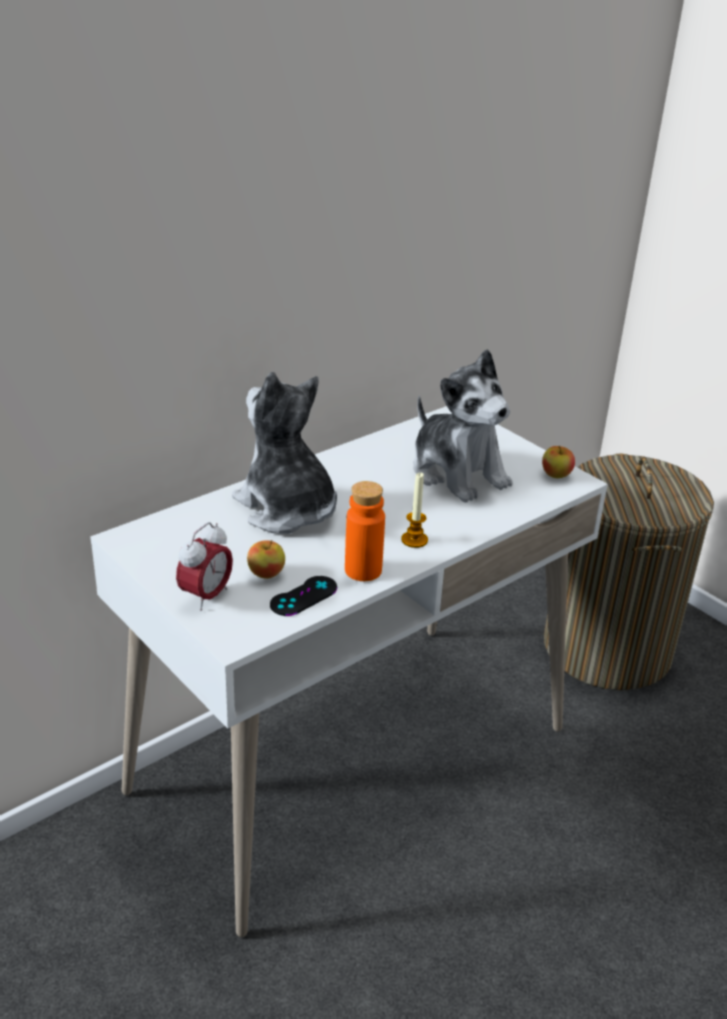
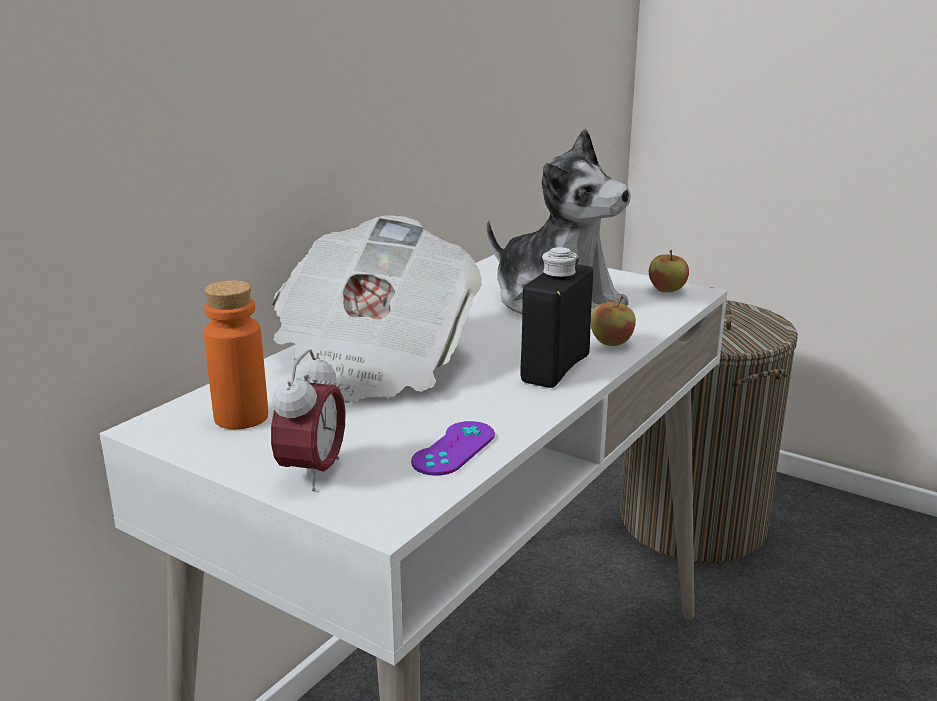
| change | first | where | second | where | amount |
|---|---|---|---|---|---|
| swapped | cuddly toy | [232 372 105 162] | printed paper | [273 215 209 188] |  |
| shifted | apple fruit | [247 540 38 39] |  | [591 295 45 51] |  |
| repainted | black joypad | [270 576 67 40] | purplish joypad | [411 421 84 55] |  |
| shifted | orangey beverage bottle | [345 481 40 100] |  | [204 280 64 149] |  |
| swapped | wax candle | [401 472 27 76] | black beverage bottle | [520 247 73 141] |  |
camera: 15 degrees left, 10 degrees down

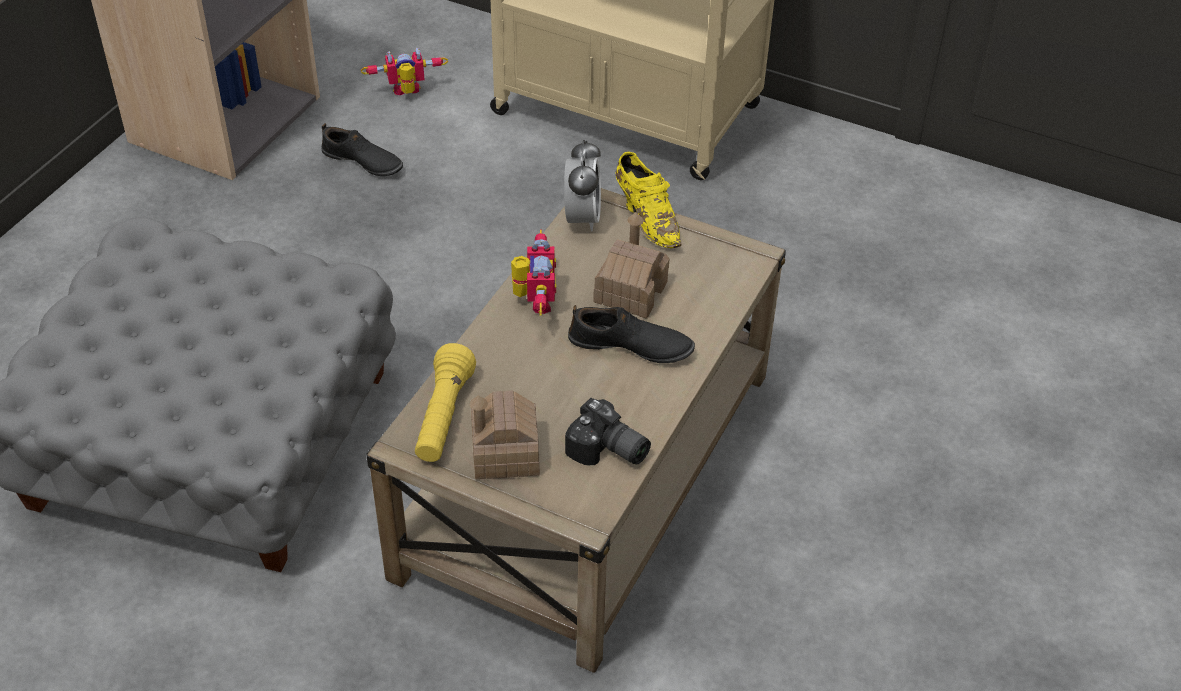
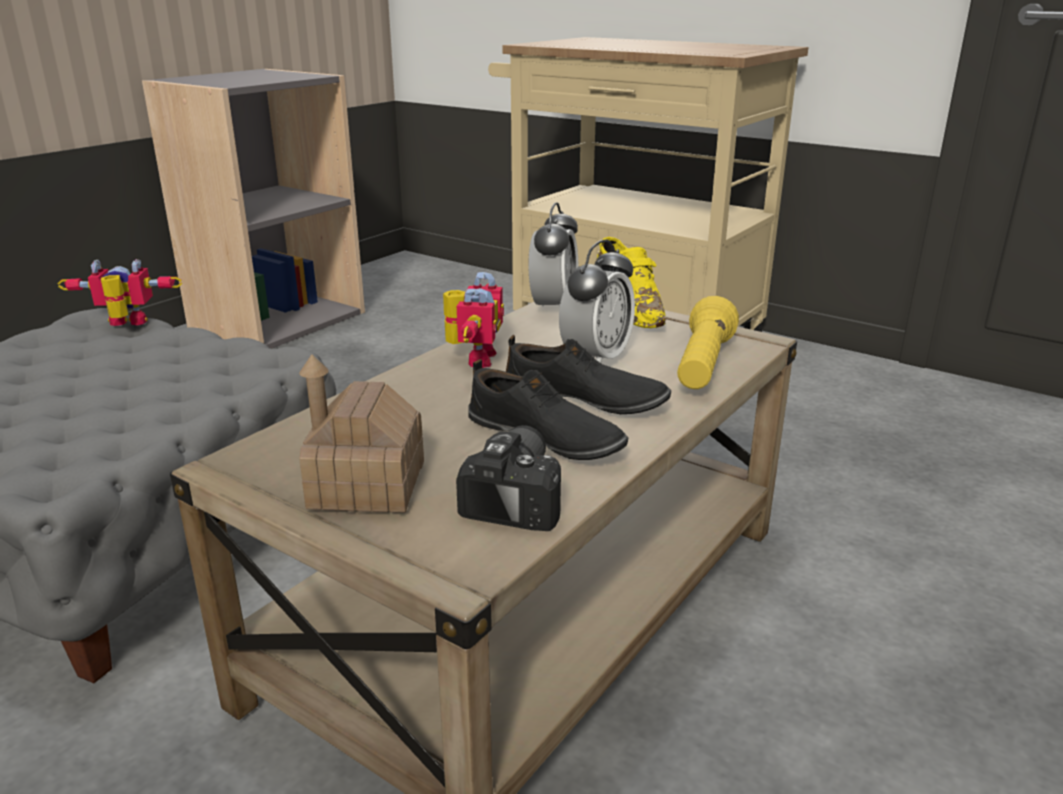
| change | first | where | second | where | amount |
|---|---|---|---|---|---|
| shifted | black item of footwear | [321 123 82 53] |  | [468 359 160 101] |  |
| shifted | robot figure | [361 48 87 48] |  | [57 259 126 67] |  |
| shifted | yellow flashlight | [415 343 61 119] |  | [677 296 62 93] |  |
| rotated | still camera | [565 398 86 67] |  | [456 425 105 106] | 120 degrees counterclockwise |
| swapped | miniature house | [593 212 77 107] | table clock | [559 239 76 124] |  |
camera: 10 degrees right, 20 degrees down

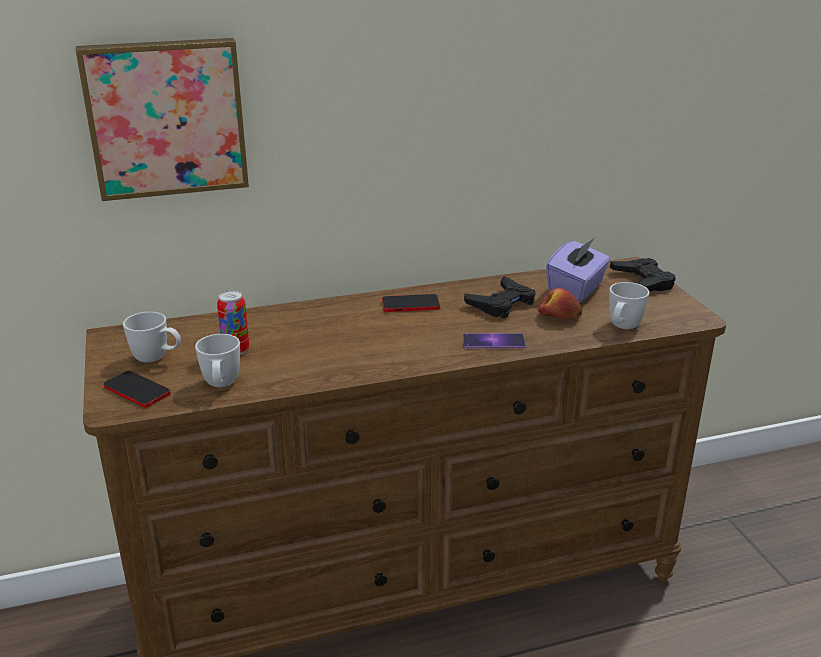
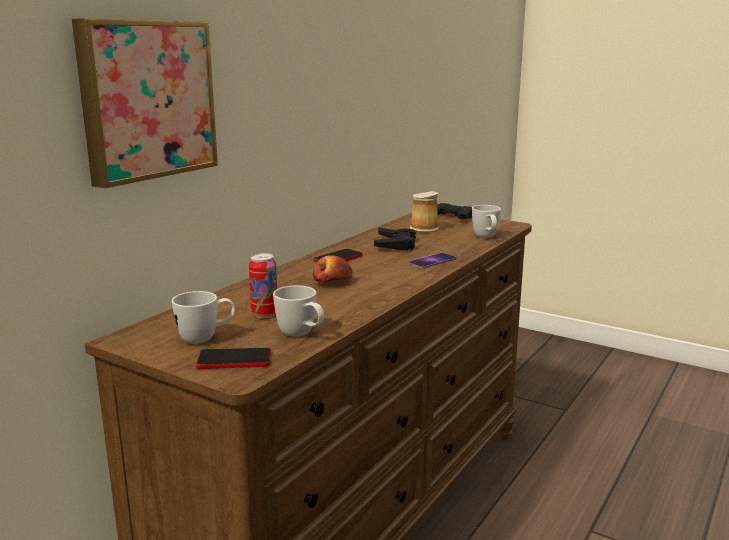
| change | first | where | second | where | amount |
|---|---|---|---|---|---|
| shifted | apple fruit | [538 288 44 32] |  | [313 255 39 28] |  |
| swapped | purplish tissue box | [546 237 64 65] | tea mug | [410 191 29 42] |  |
camera: 40 degrees left, 10 degrees down

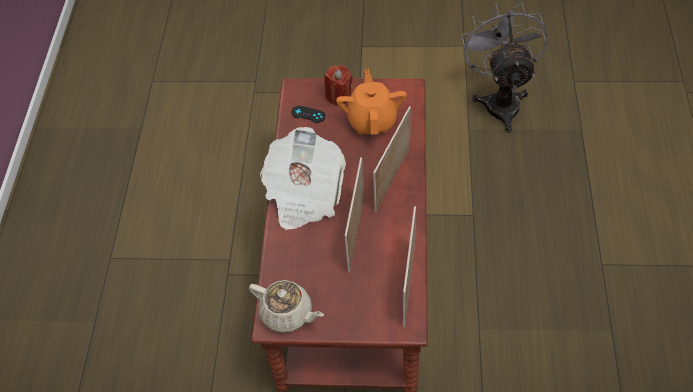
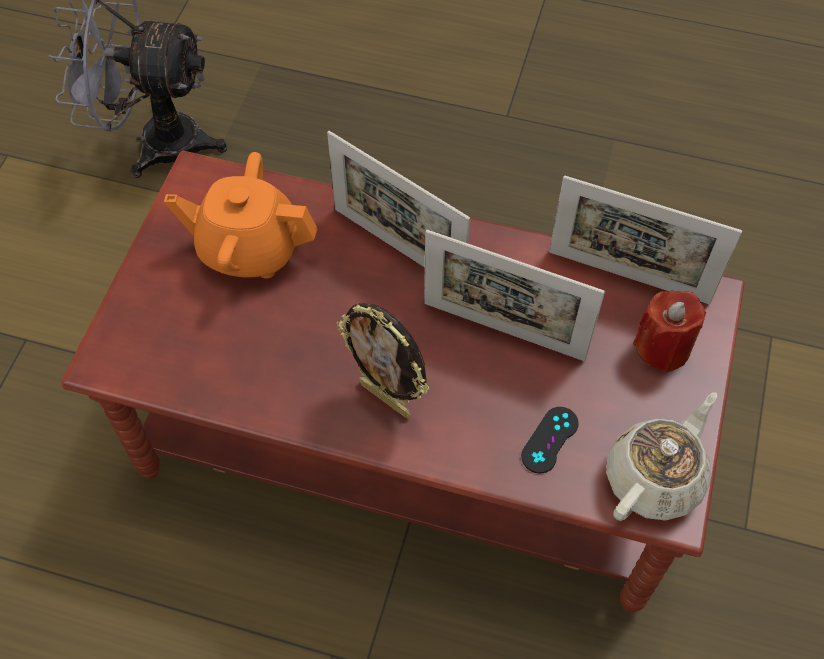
| change | first | where | second | where | amount |
|---|---|---|---|---|---|
| swapped | printed paper | [260 127 86 103] | photo frame | [336 303 93 115] |  |
| shifted | black joypad | [291 106 35 17] |  | [521 407 58 66] |  |
| shifted | red-coloured wax candle | [324 65 29 40] |  | [633 291 73 82] |  |
camera: 80 degrees left, 5 degrees up

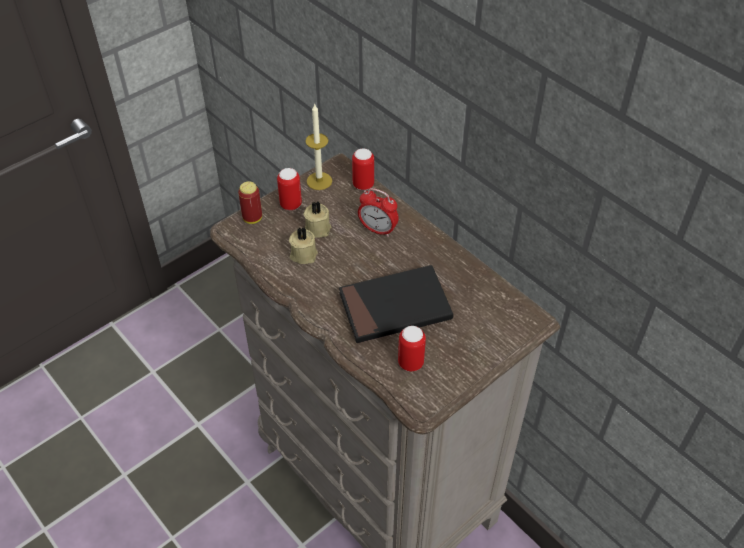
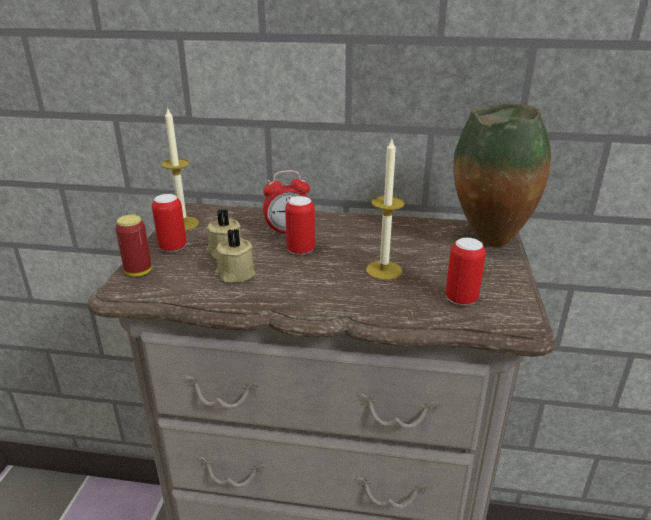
| change | first | where | second | where | amount |
|---|---|---|---|---|---|
| swapped | black volume | [339 265 114 78] | wax candle | [366 139 39 141] |  |
| shifted | sealed can | [352 148 22 42] |  | [285 196 30 59] |  |
| new |  |  | vase | [453 104 98 143] |  |
camera: 40 degrees left, 20 degrees down

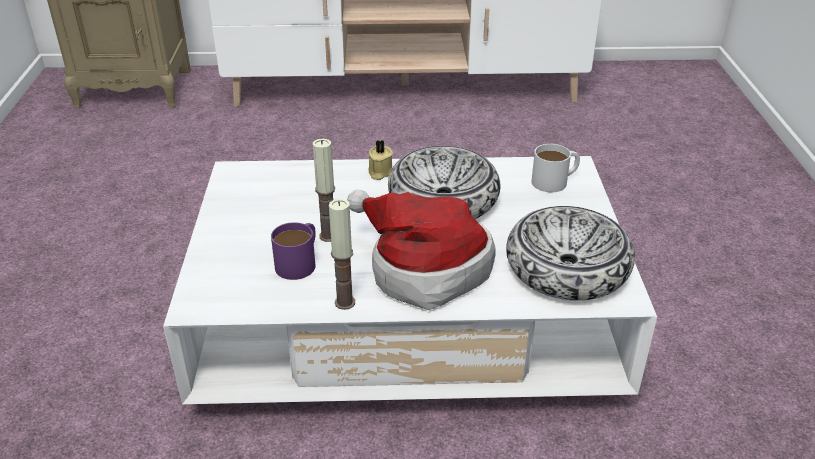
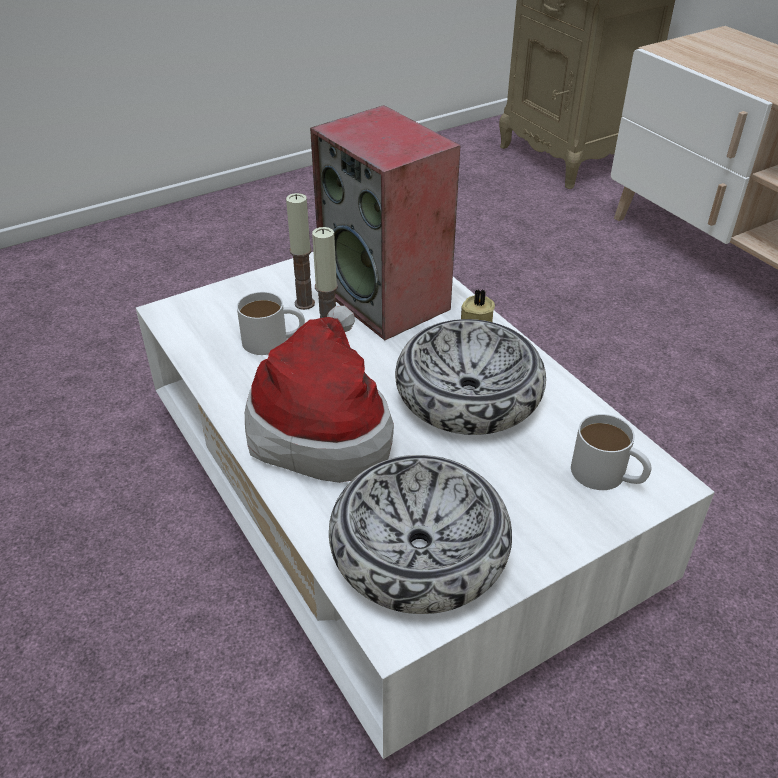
| change | first | where | second | where | amount |
|---|---|---|---|---|---|
| repainted | purplish tea mug | [271 222 45 58] | white-coloured tea mug | [237 292 68 63] |  |
| shifted | wax candle | [329 199 26 111] |  | [286 193 29 117] |  |
| new |  |  | speaker | [310 105 150 235] |  |
camera: 60 degrees right, 5 degrees up

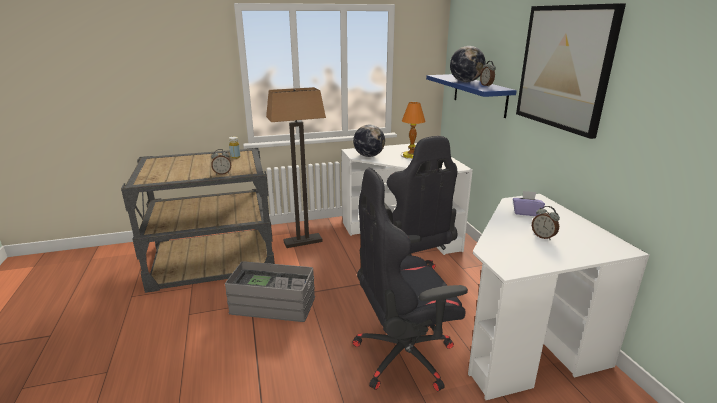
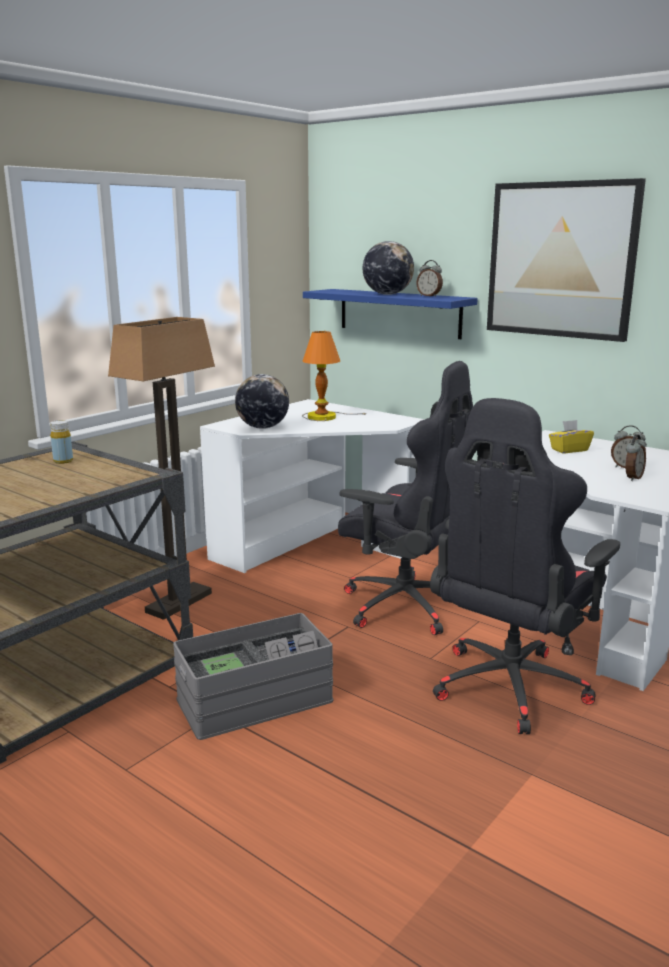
| change | first | where | second | where | amount |
|---|---|---|---|---|---|
| shifted | table clock | [211 149 20 26] |  | [625 434 22 47] |  |
| repainted | purplish tissue box | [513 191 32 25] | yellow tissue box | [549 420 45 33] |  |
camera: 35 degrees left, 5 degrees down

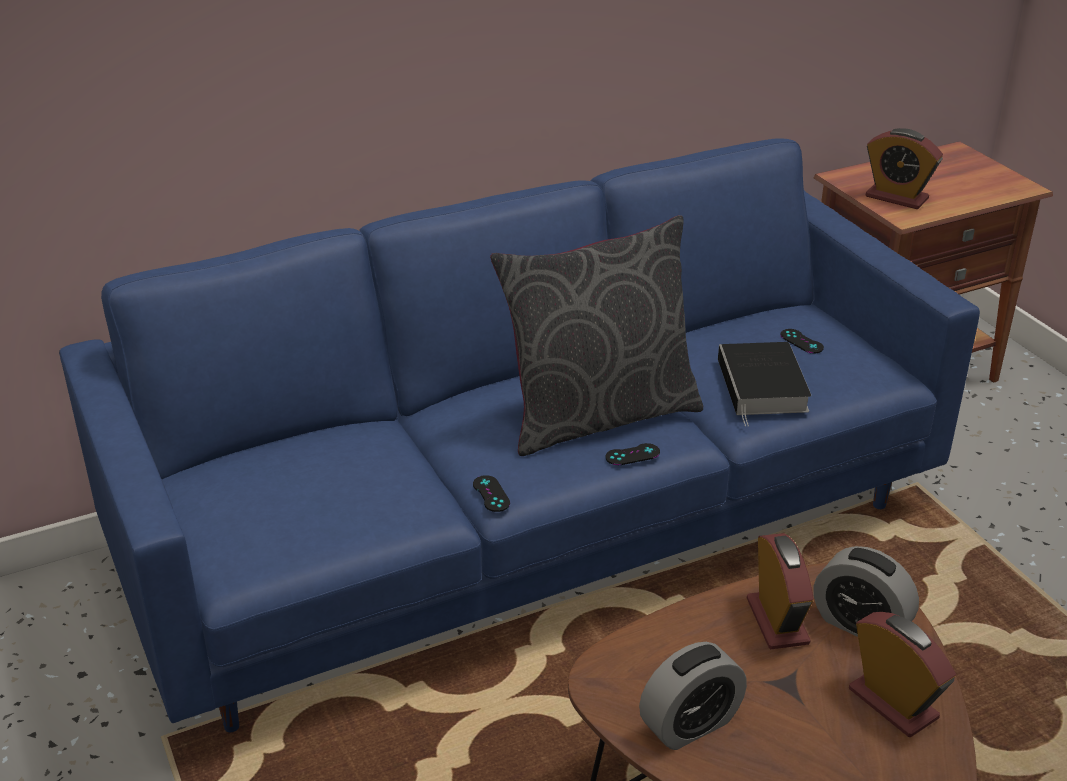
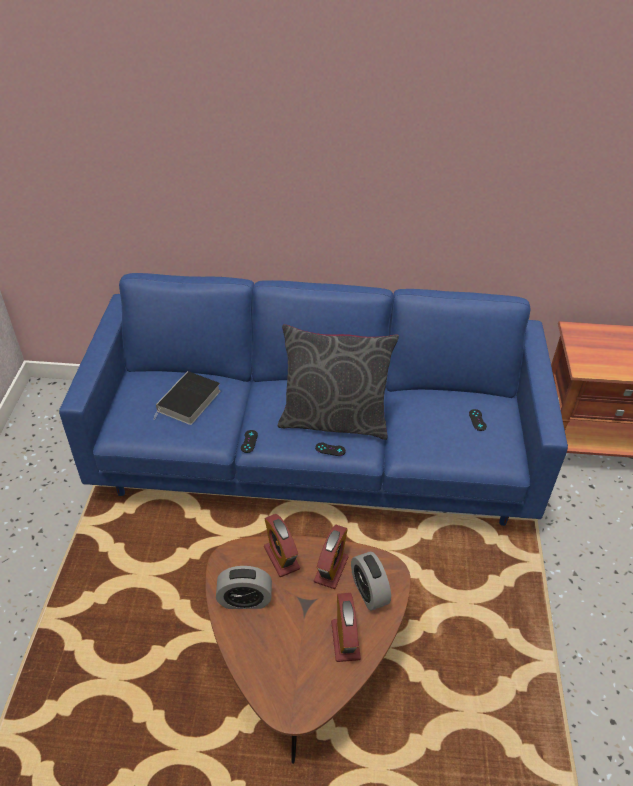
| change | first | where | second | where | amount |
|---|---|---|---|---|---|
| shifted | volume | [718 342 93 84] |  | [153 371 68 54] |  |
| shifted | table clock | [866 128 77 81] |  | [264 514 36 63] |  |
camera: 30 degrees right, 10 degrees up

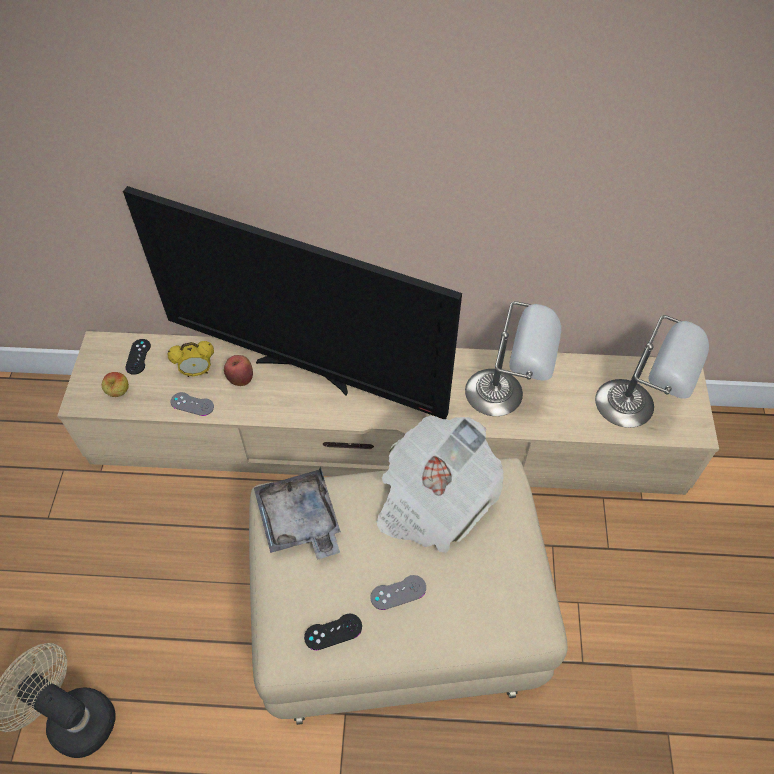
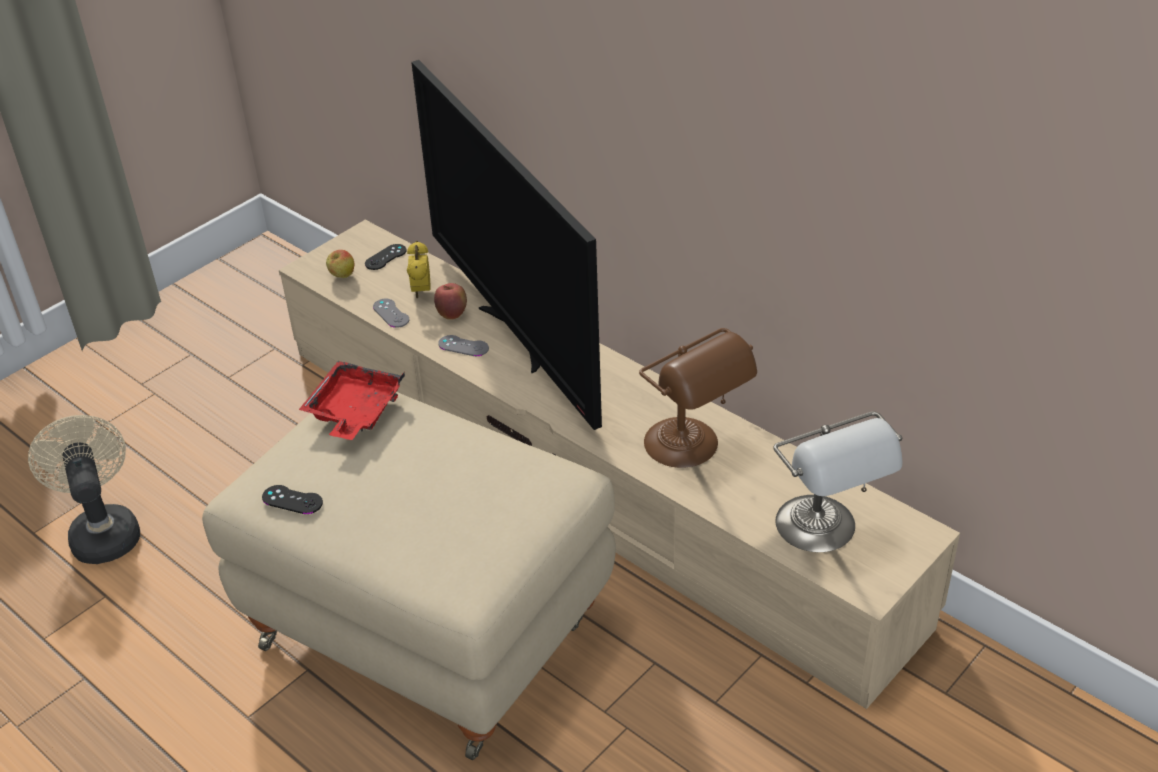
| change | first | where | second | where | amount |
|---|---|---|---|---|---|
| rotated | table clock | [168 341 46 36] |  | [407 241 23 58] | 60 degrees clockwise |
| repainted | grey tray | [254 467 87 93] | red-coloured tray | [299 361 106 79] |  |
| shifted | grey joypad | [370 575 56 35] |  | [438 335 51 21] |  |
| gone | printed paper | [377 415 127 138] |  |  |  |
| repainted | white-coloured table lamp | [465 301 96 115] | brown-coloured table lamp | [639 328 118 140] |  |
camera: 40 degrees right, 15 degrees down

